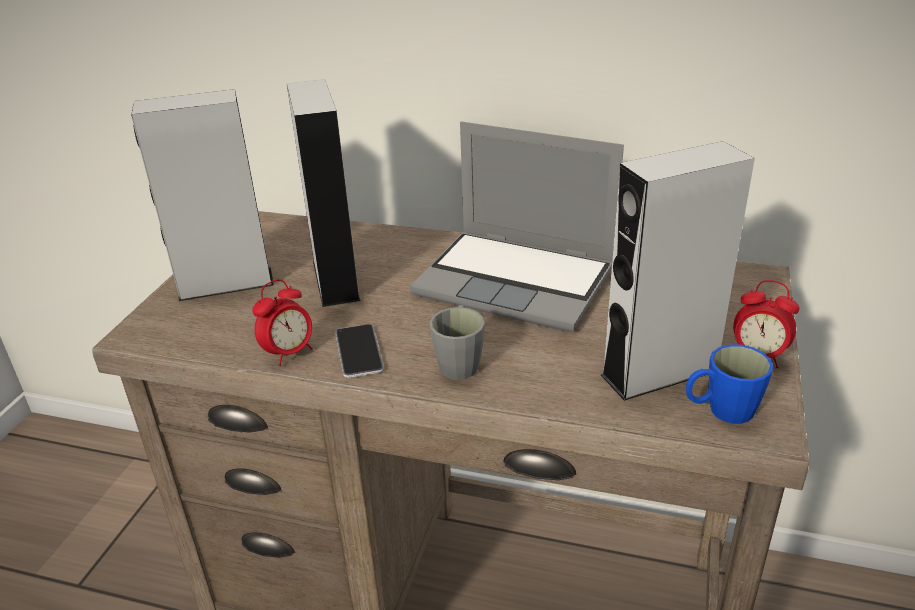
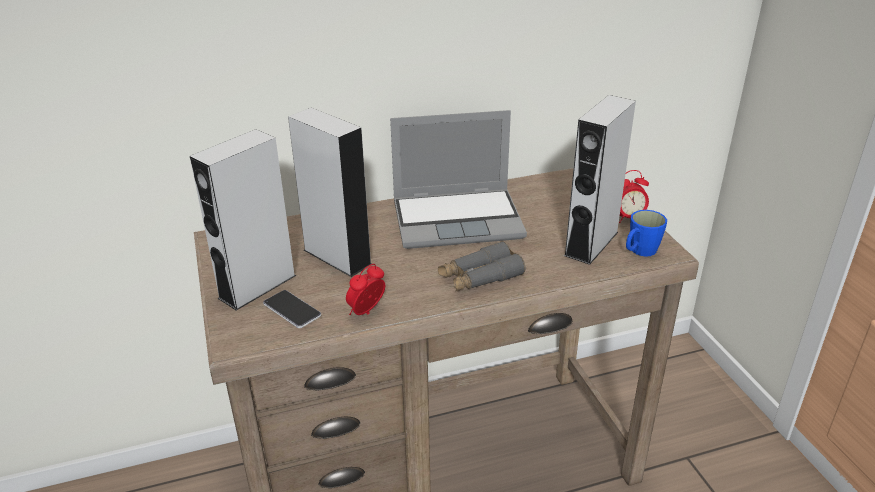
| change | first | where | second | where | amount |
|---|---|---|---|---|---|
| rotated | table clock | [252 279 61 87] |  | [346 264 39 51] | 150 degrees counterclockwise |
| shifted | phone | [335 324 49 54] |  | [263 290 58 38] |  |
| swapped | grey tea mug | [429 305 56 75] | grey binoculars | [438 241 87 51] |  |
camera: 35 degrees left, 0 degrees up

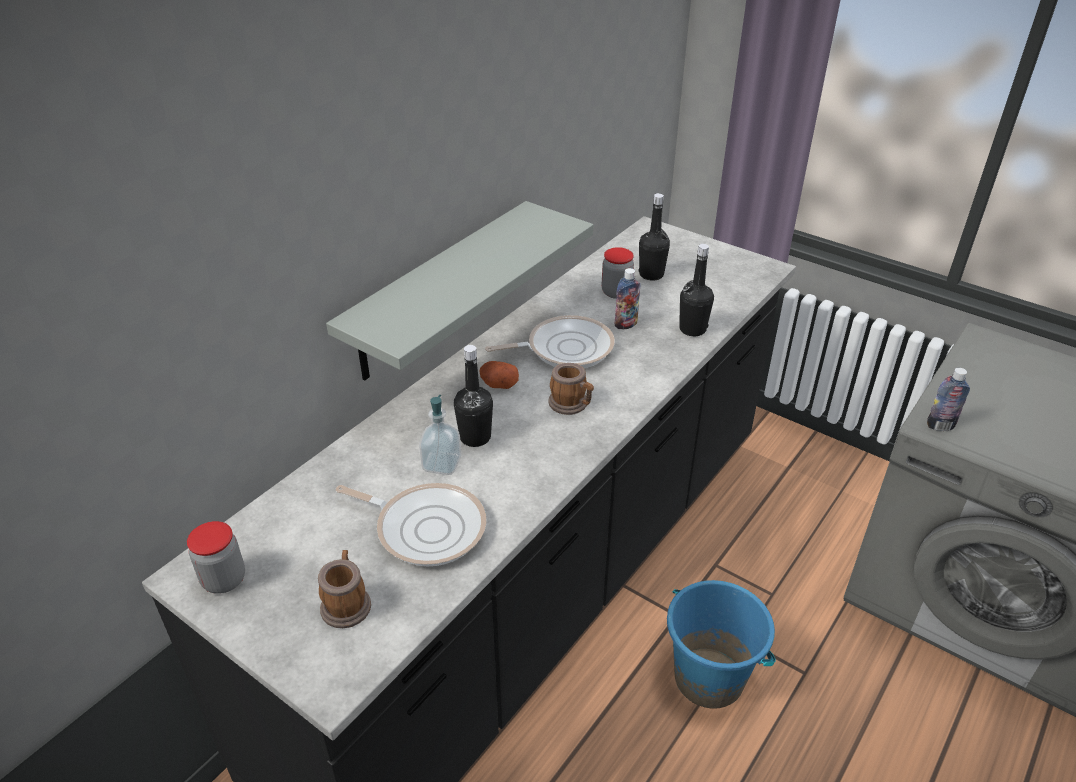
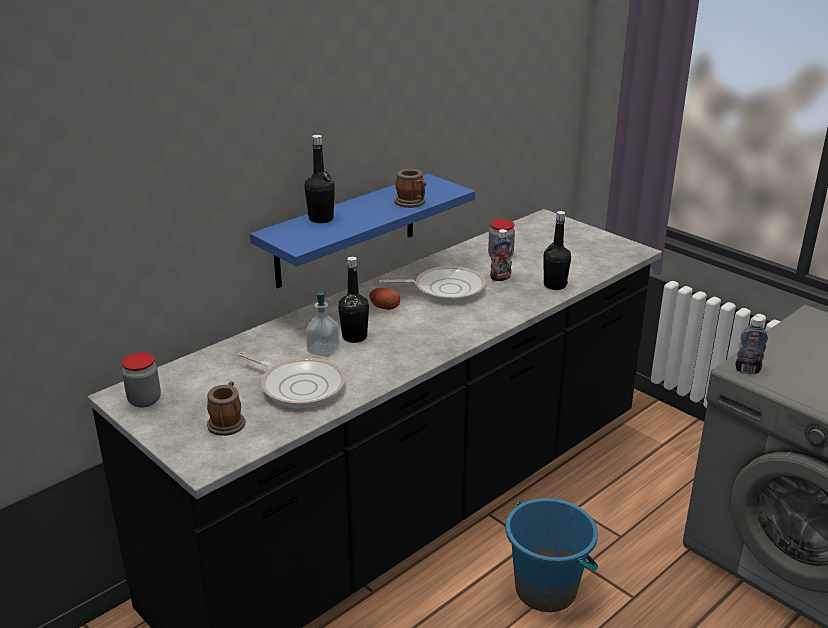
| change | first | where | second | where | amount |
|---|---|---|---|---|---|
| repainted | grey wall shelf | [326 201 267 179] | blue wall shelf | [250 174 225 115] |  |
| shifted | tea mug | [548 363 46 52] |  | [395 169 31 39] |  |
| shifted | black beverage bottle | [639 193 31 88] |  | [304 135 31 88] |  |
camera: 10 degrees right, 10 degrees down

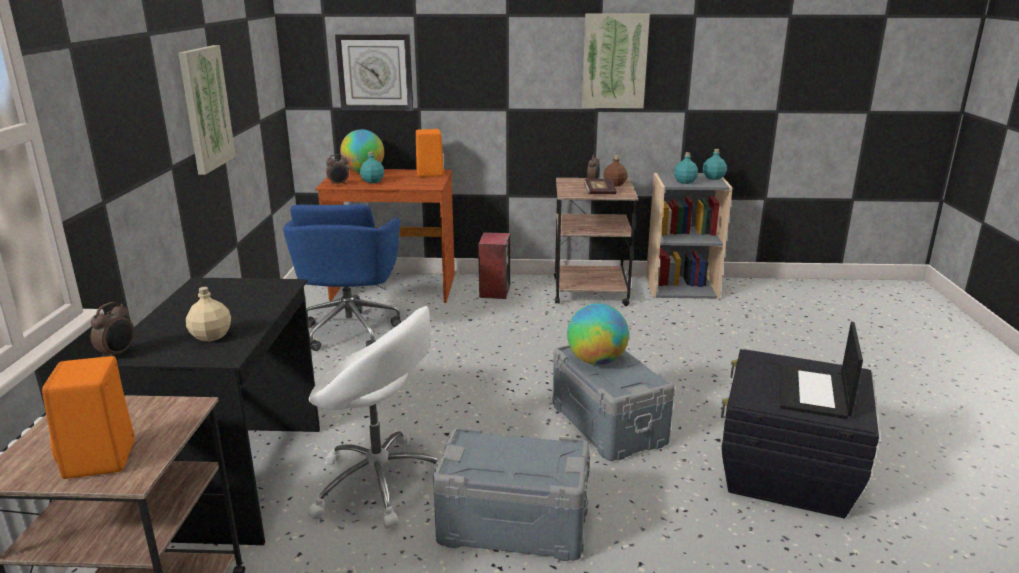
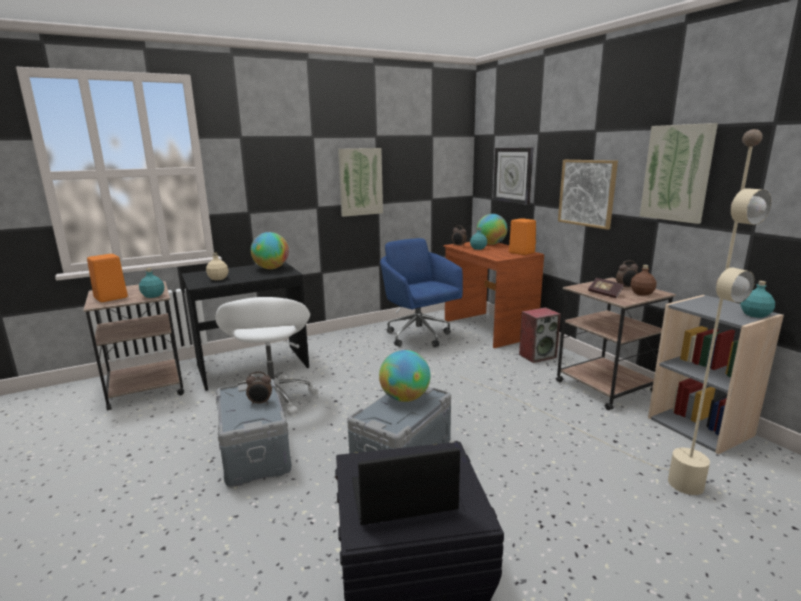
| change | first | where | second | where | amount |
|---|---|---|---|---|---|
| shifted | table clock | [91 302 44 55] |  | [246 372 26 33] |  |
| rotated | blue desk chair | [283 204 118 147] |  | [380 238 83 109] | 90 degrees clockwise |
| shifted | blue-green beverage bottle | [674 152 24 32] |  | [139 268 25 30] |  |
| new |  |  | desk globe | [251 232 38 37] |  |
| new |  |  | sand-coloured floor lamp | [462 129 309 366] |  |
| new |  |  | wall art | [558 160 60 70] |  |
camera: 60 degrees right, 5 degrees down

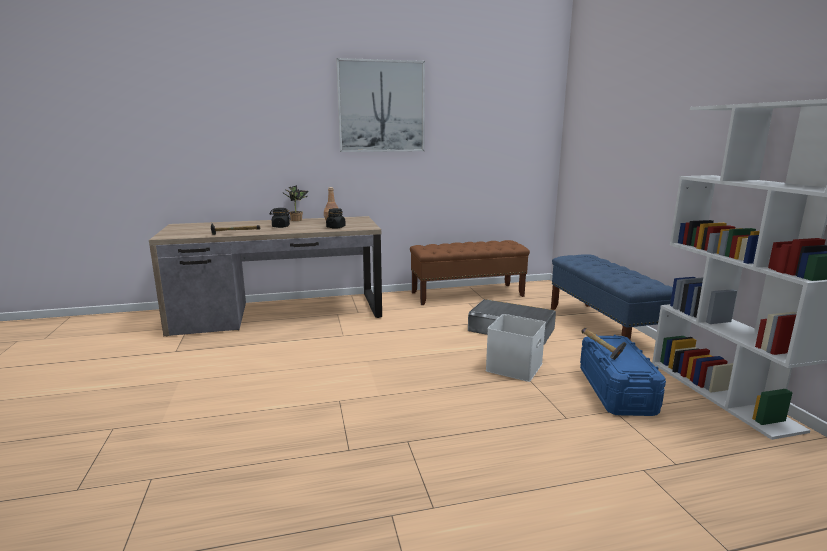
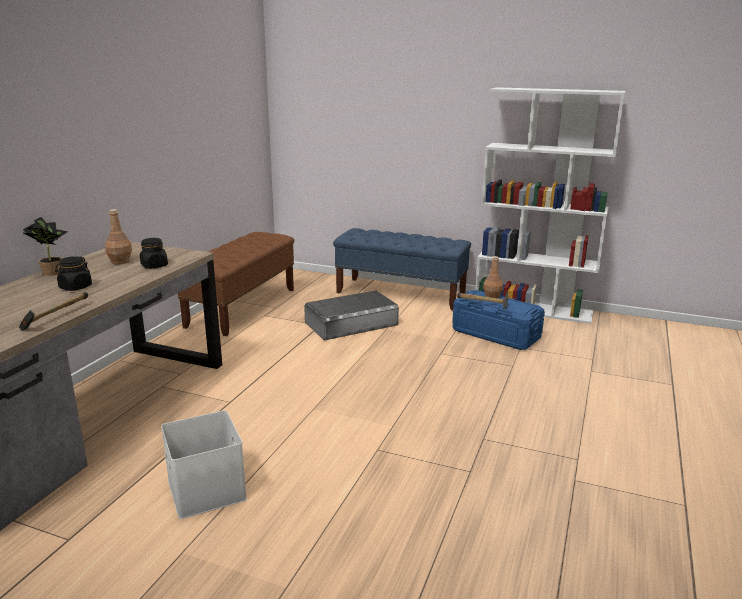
| change | first | where | second | where | amount |
|---|---|---|---|---|---|
| gone | wall art | [336 58 89 94] |  |  |  |
| shifted | white-coloured storage bin | [485 314 61 68] |  | [161 410 86 109] |  |
| new |  |  | brown-coloured beverage bottle | [483 256 20 42] |  |
camera: 55 degrees left, 5 degrees up

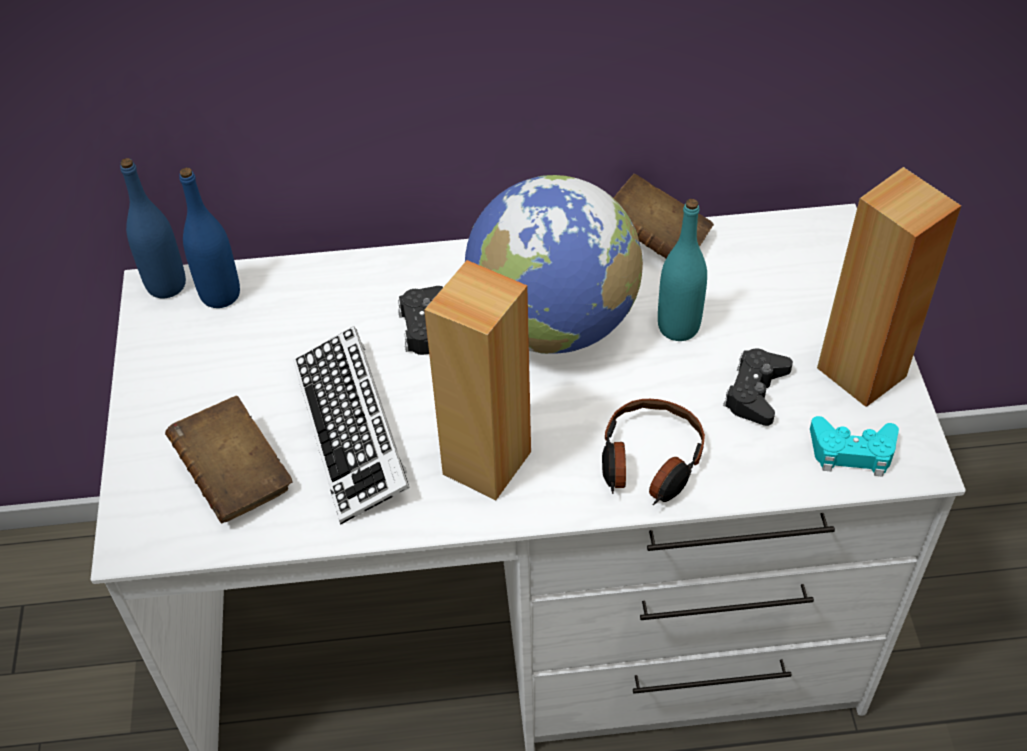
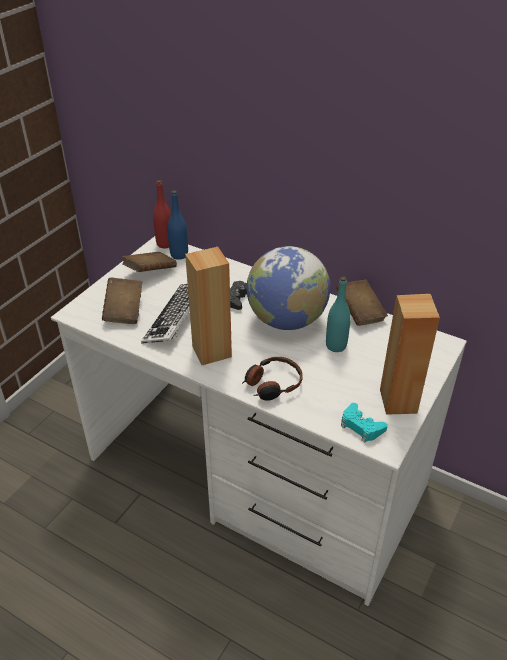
| change | first | where | second | where | amount |
|---|---|---|---|---|---|
| repainted | blue beverage bottle | [120 158 66 140] | red-coloured beverage bottle | [153 180 18 68] |  |
| gone | black joypad | [723 349 70 77] |  |  |  |
| new |  |  | brown-coloured volume | [122 252 55 20] |  |
camera: 35 degrees right, 10 degrees down

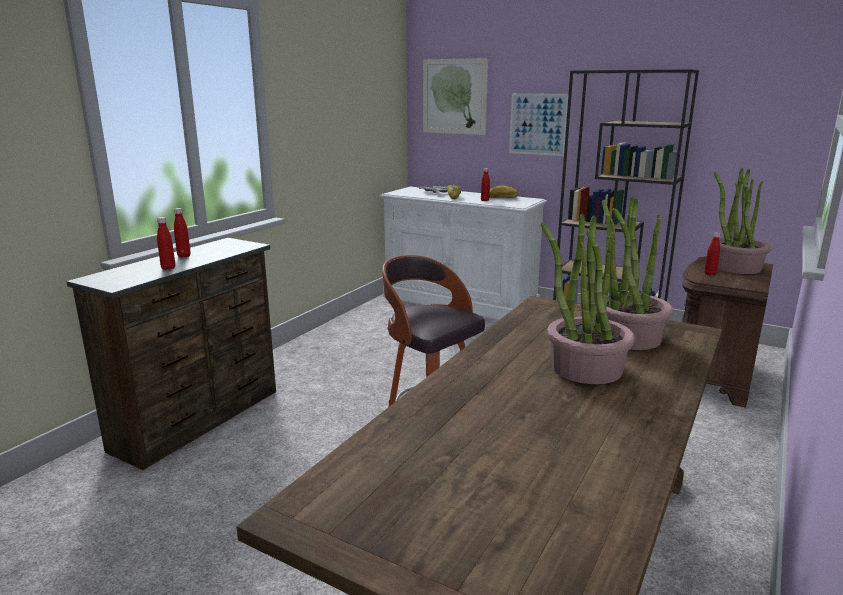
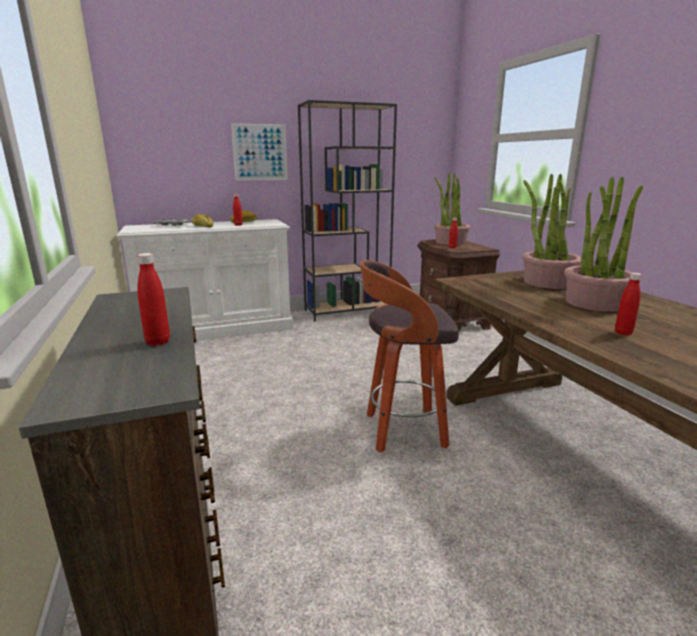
| change | first | where | second | where | amount |
|---|---|---|---|---|---|
| shifted | red-coloured beverage bottle | [174 208 17 50] |  | [615 273 27 62] |  |
| gone | wall art | [423 58 65 77] |  |  |  |
camera: 50 degrees left, 0 degrees up

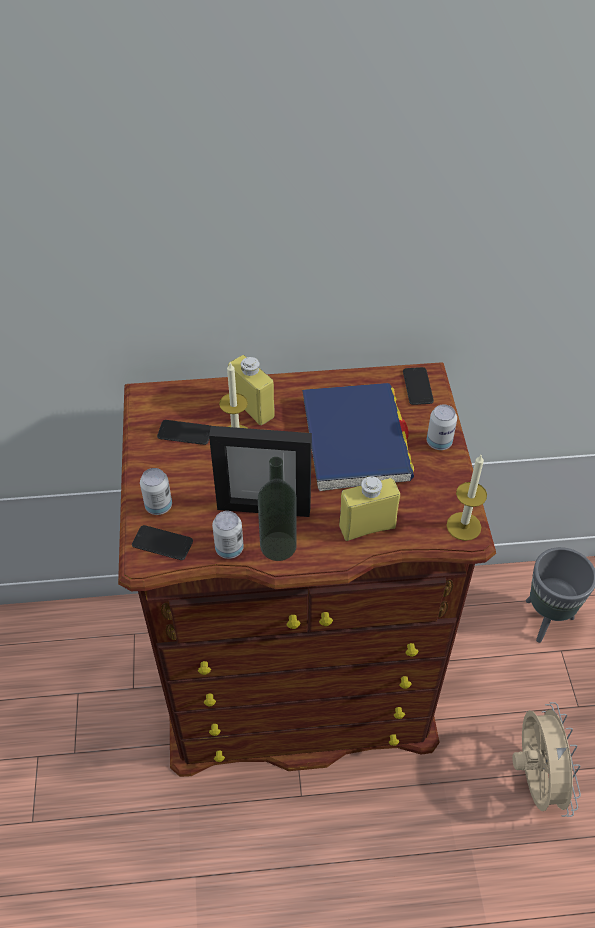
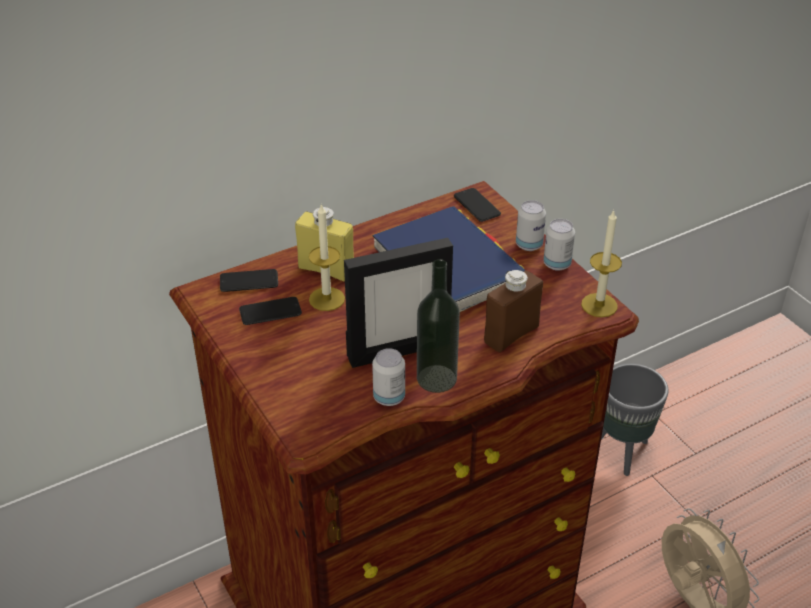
| change | first | where | second | where | amount |
|---|---|---|---|---|---|
| shifted | phone | [132 525 61 35] |  | [220 269 58 23] |  |
| shifted | sealed can | [140 468 32 47] |  | [543 219 32 52] |  |
| repainted | yellow beverage bottle | [339 476 61 65] | brown-coloured beverage bottle | [484 270 59 82] |  |
camera: 25 degrees left, 10 degrees down

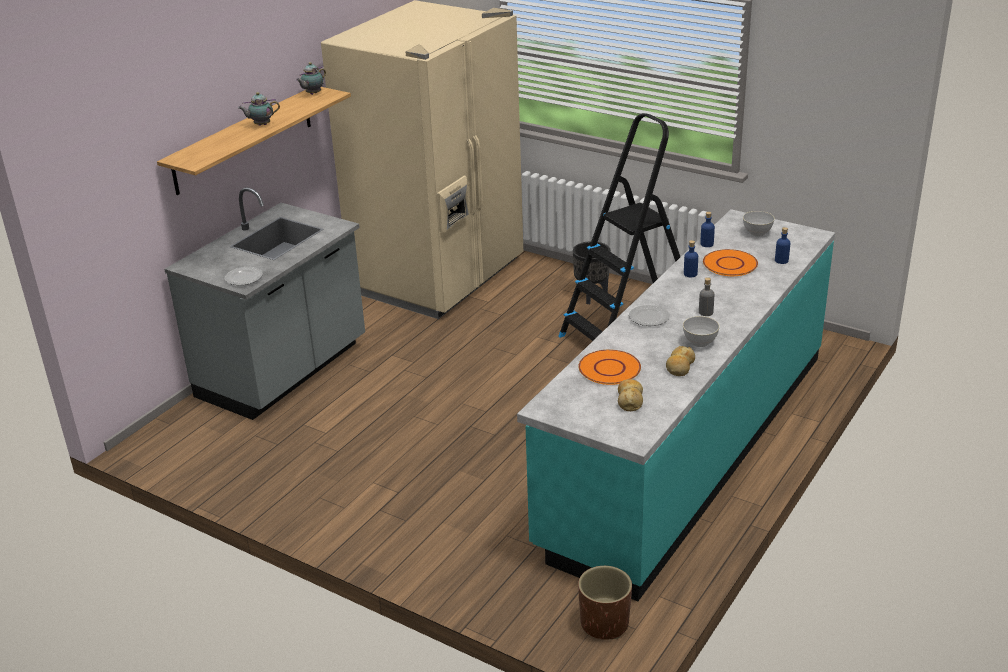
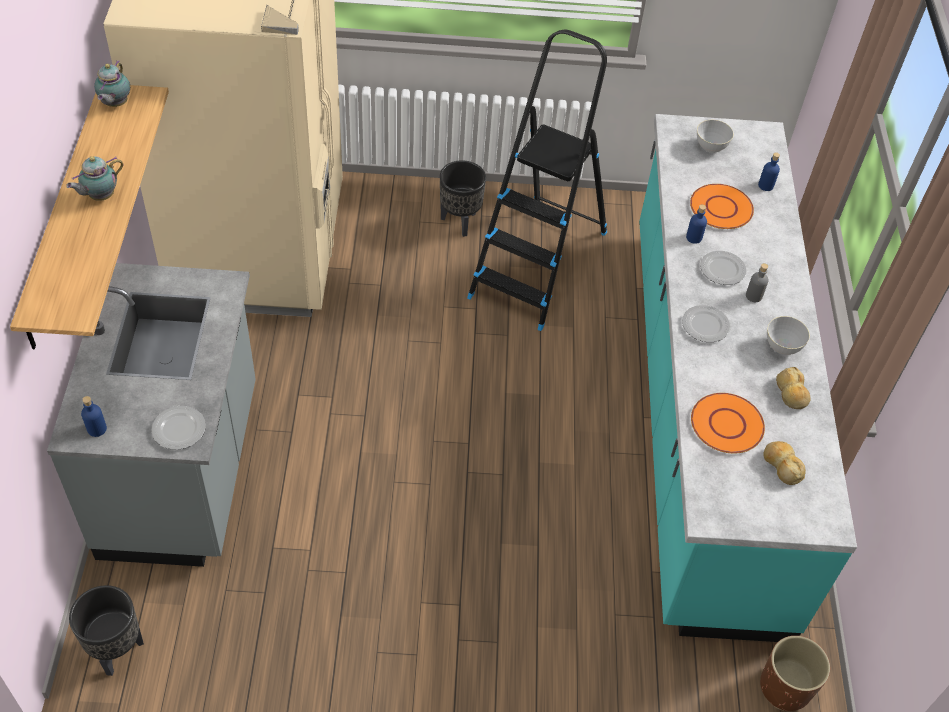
| change | first | where | second | where | amount |
|---|---|---|---|---|---|
| shifted | blue beverage bottle | [700 212 15 35] |  | [81 396 26 41] |  |
| new |  |  | black plant pot | [69 585 75 91] |  |
| new |  |  | plate | [700 251 47 34] |  |
camera: 35 degrees left, 20 degrees up

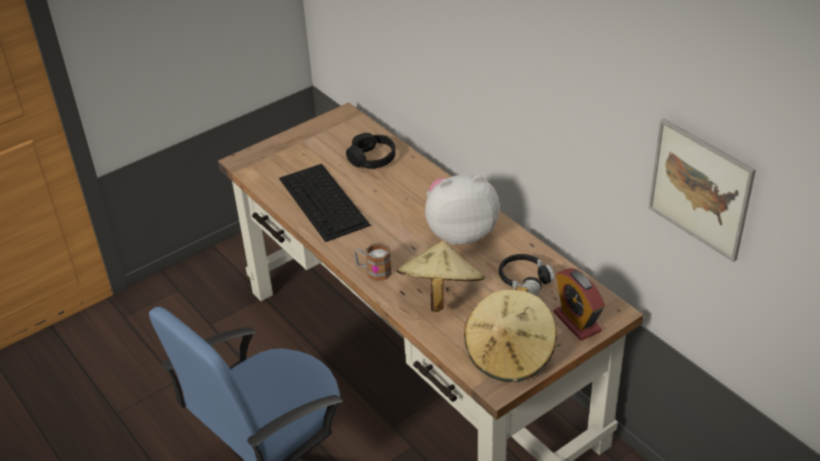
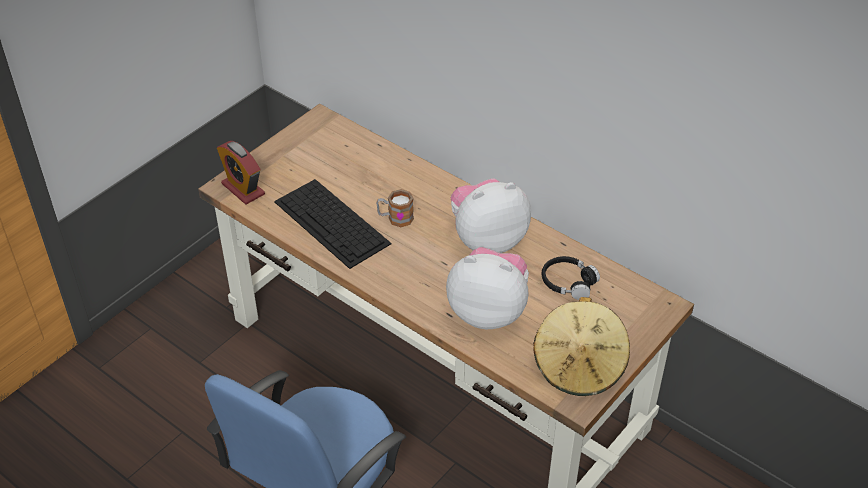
| change | first | where | second | where | amount |
|---|---|---|---|---|---|
| gone | black headset | [346 133 49 36] |  |  |  |
| shifted | tea mug | [354 243 38 38] |  | [376 189 38 38] |  |
| swapped | sand-coloured clothing hat | [397 240 88 72] | cuddly toy | [446 247 83 82] |  |
| shifted | table clock | [553 268 52 73] |  | [217 141 48 64] |  |
| gone | wall art | [649 118 107 144] |  |  |  |
camera: 15 degrees left, 5 degrees up

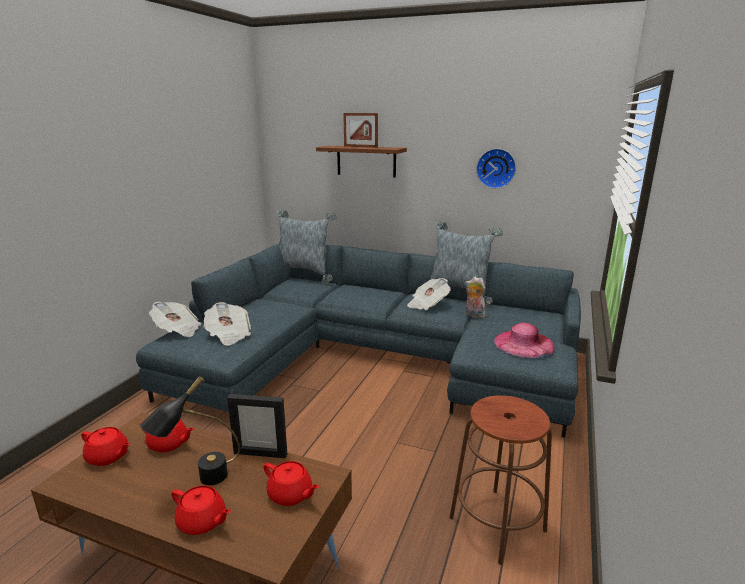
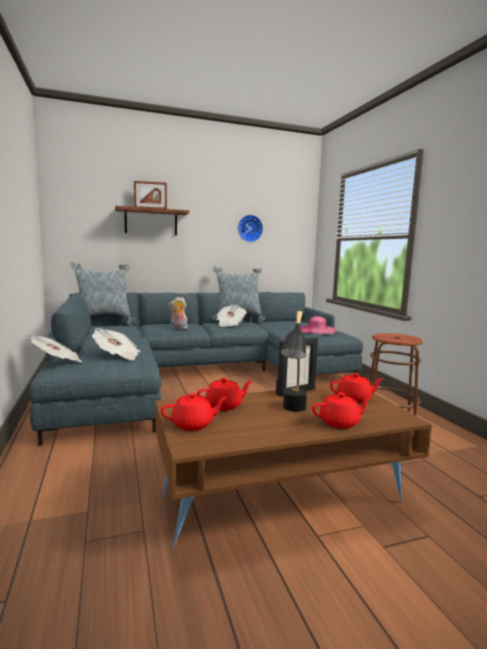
| change | first | where | second | where | amount |
|---|---|---|---|---|---|
| shifted | cuddly toy | [465 277 21 41] |  | [168 297 20 32] |  |
camera: 40 degrees left, 10 degrees down

